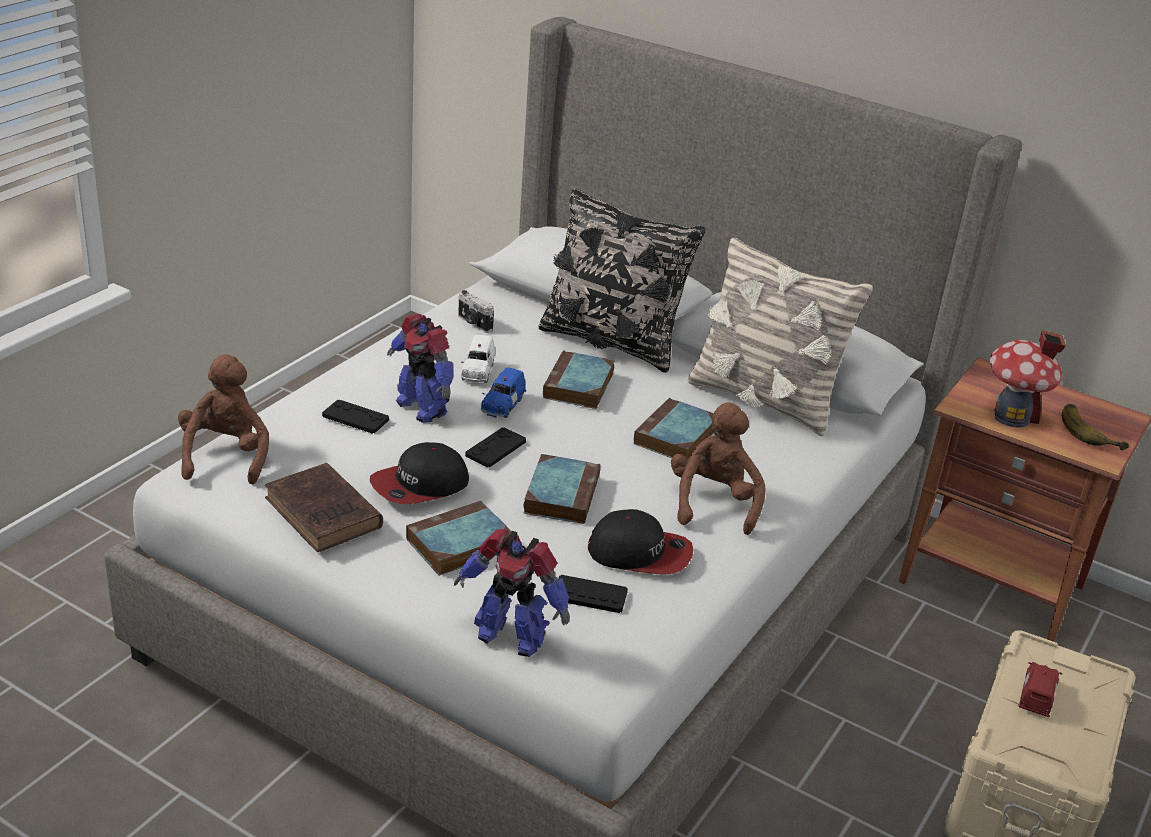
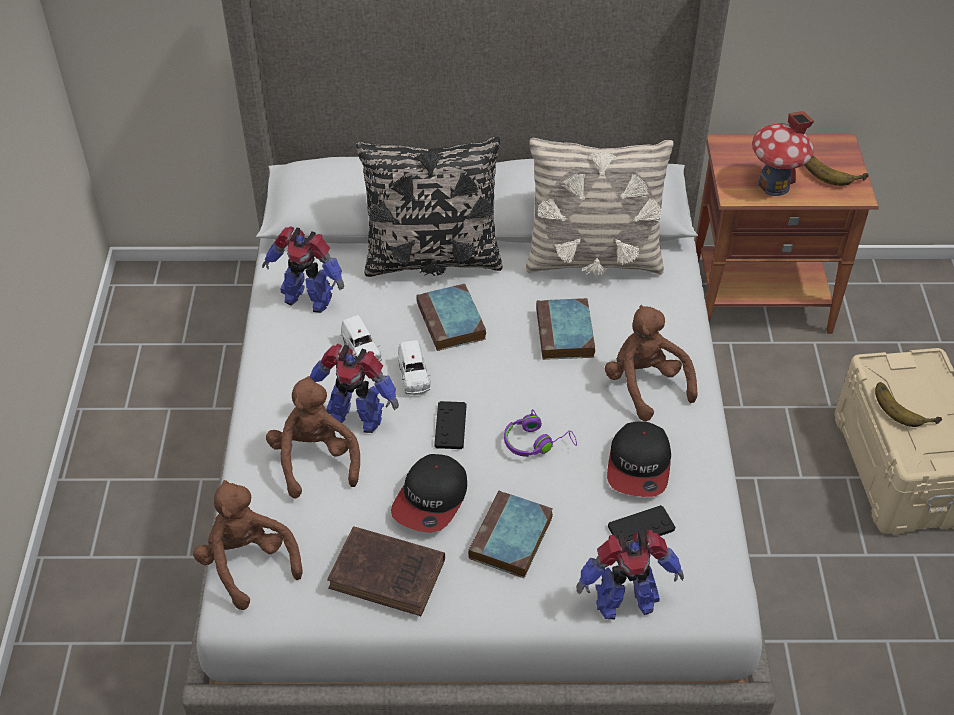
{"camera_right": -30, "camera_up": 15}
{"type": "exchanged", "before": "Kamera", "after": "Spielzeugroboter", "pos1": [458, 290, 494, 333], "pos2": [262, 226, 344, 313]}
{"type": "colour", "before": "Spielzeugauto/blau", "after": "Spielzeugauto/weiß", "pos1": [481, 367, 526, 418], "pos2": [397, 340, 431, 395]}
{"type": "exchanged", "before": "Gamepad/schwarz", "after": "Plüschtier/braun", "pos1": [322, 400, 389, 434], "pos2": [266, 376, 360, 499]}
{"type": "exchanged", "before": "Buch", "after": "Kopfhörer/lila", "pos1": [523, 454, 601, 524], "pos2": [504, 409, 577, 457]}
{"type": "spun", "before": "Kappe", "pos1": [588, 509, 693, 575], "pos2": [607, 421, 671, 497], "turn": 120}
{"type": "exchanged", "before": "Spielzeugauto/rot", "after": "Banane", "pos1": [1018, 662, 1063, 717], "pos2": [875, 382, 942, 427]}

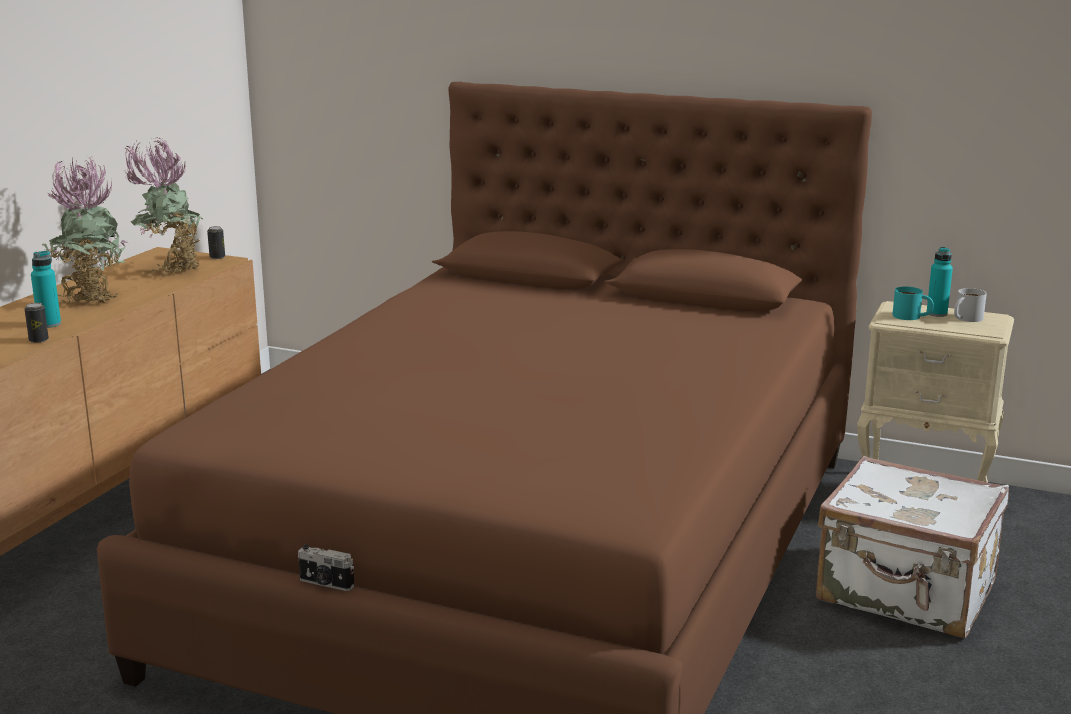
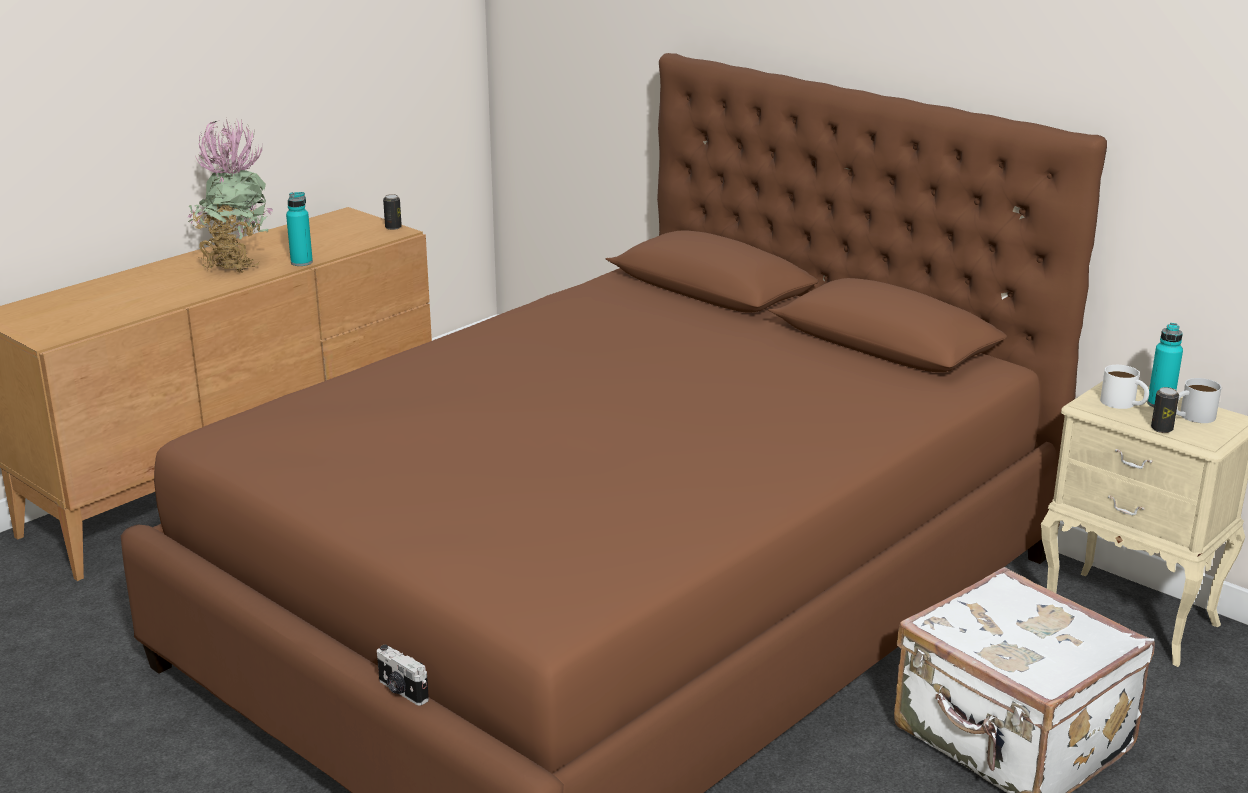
{"camera_right": 20, "camera_up": 5}
{"type": "missing", "before": "Topfpflanze", "pos1": [124, 137, 203, 275]}
{"type": "relocated", "before": "Flasche/türkis", "pos1": [31, 251, 61, 328], "pos2": [286, 192, 313, 266]}
{"type": "colour", "before": "Henkelbecher/türkis", "after": "Henkelbecher/weiß", "pos1": [892, 287, 934, 320], "pos2": [1100, 365, 1149, 409]}
{"type": "relocated", "before": "Dose", "pos1": [25, 303, 49, 343], "pos2": [1151, 387, 1179, 433]}
{"type": "relocated", "before": "Kamera", "pos1": [298, 545, 354, 591], "pos2": [377, 645, 429, 705]}

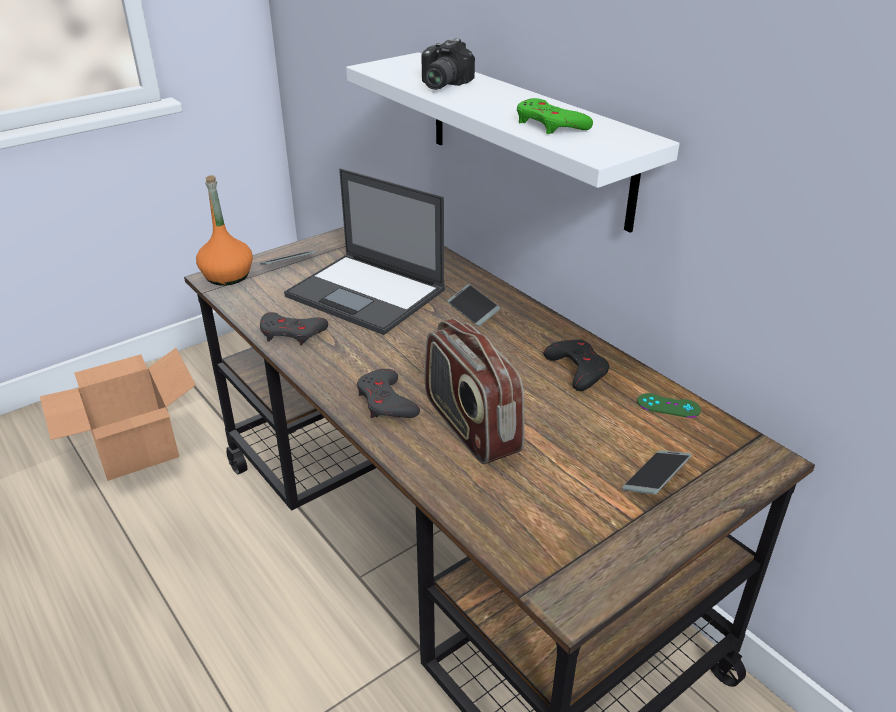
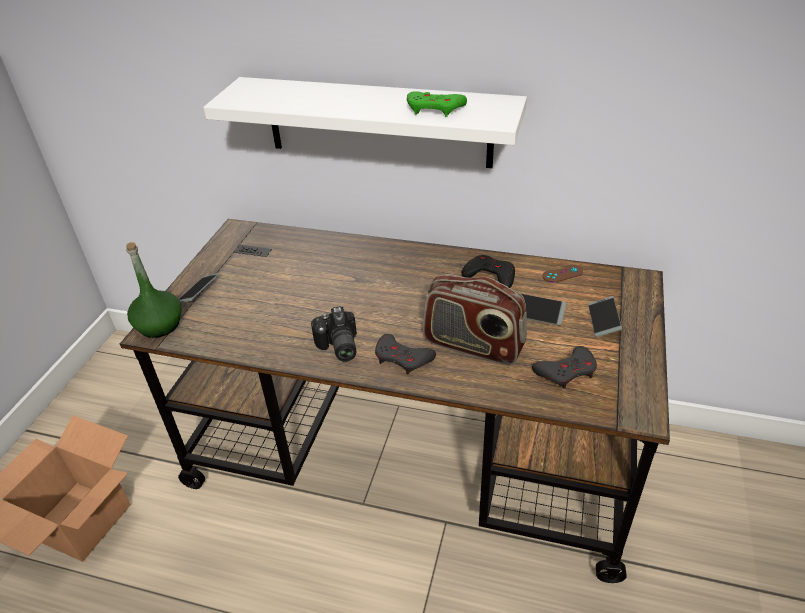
{"camera_right": -35, "camera_up": 5}
{"type": "relocated", "before": "Kamera", "pos1": [421, 38, 475, 90], "pos2": [311, 306, 357, 362]}
{"type": "missing", "before": "Laptop", "pos1": [284, 169, 445, 335]}
{"type": "colour", "before": "Flasche/orange", "after": "Flasche/grün", "pos1": [196, 175, 253, 286], "pos2": [126, 242, 182, 338]}
{"type": "relocated", "before": "Handy", "pos1": [448, 284, 500, 326], "pos2": [522, 294, 566, 325]}
{"type": "relocated", "before": "Gamepad/grau", "pos1": [260, 312, 328, 345], "pos2": [532, 346, 597, 389]}
{"type": "colour", "before": "Gamepad/grün", "after": "Gamepad/braun", "pos1": [637, 393, 701, 418], "pos2": [542, 265, 583, 283]}

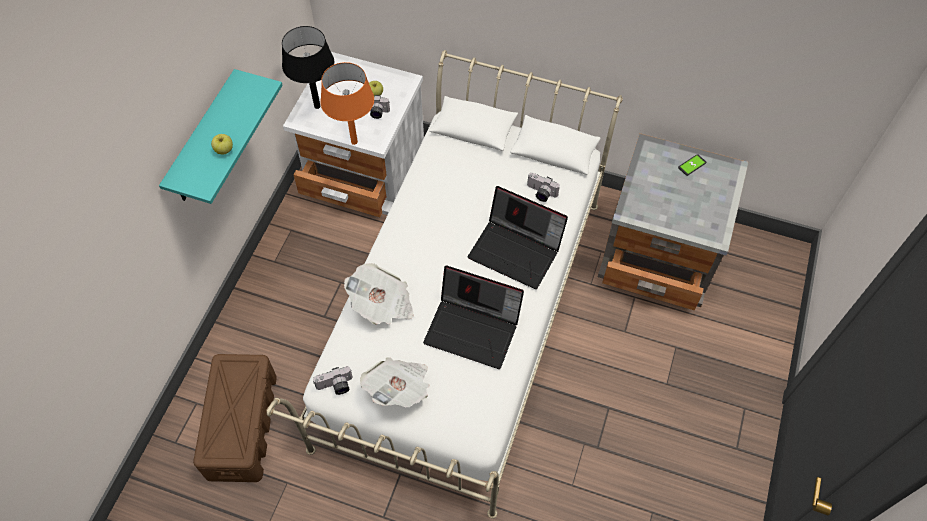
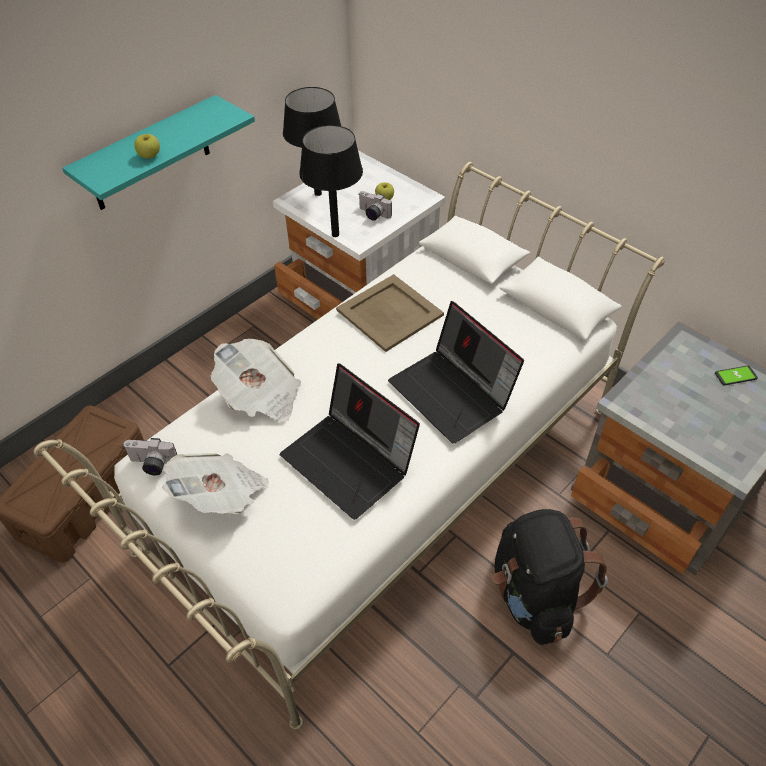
{"camera_right": 25, "camera_up": -10}
{"type": "colour", "before": "Tischlampe/orange", "after": "Tischlampe/schwarz", "pos1": [320, 62, 374, 145], "pos2": [299, 125, 363, 237]}
{"type": "missing", "before": "Kamera", "pos1": [527, 173, 560, 202]}
{"type": "appeared", "after": "Tablett/beige", "pos2": [336, 274, 444, 352]}
{"type": "appeared", "after": "Rucksack/schwarz", "pos2": [493, 509, 608, 645]}

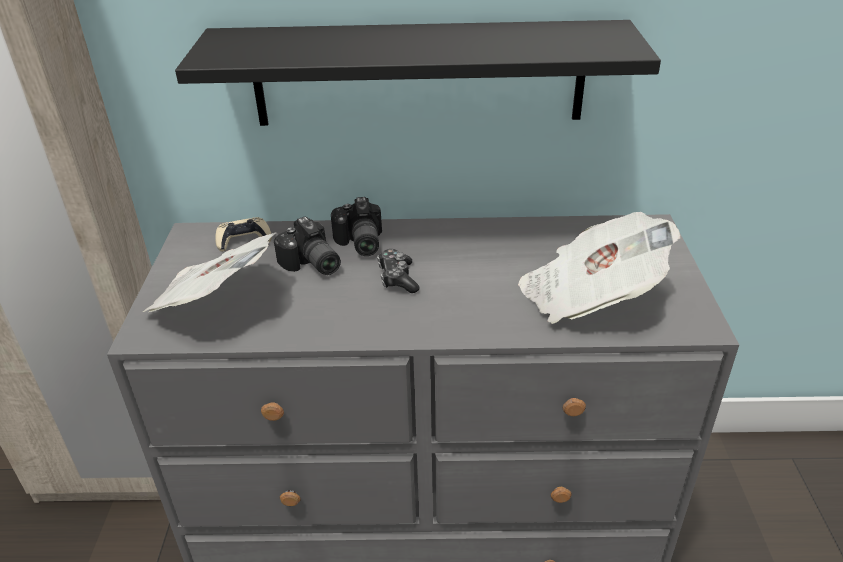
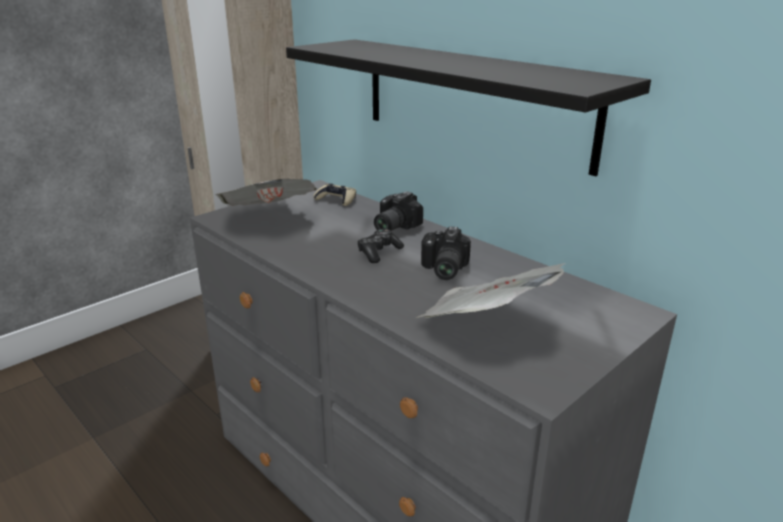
{"camera_right": 45, "camera_up": -10}
{"type": "relocated", "before": "Kamera", "pos1": [274, 217, 341, 275], "pos2": [421, 227, 471, 280]}

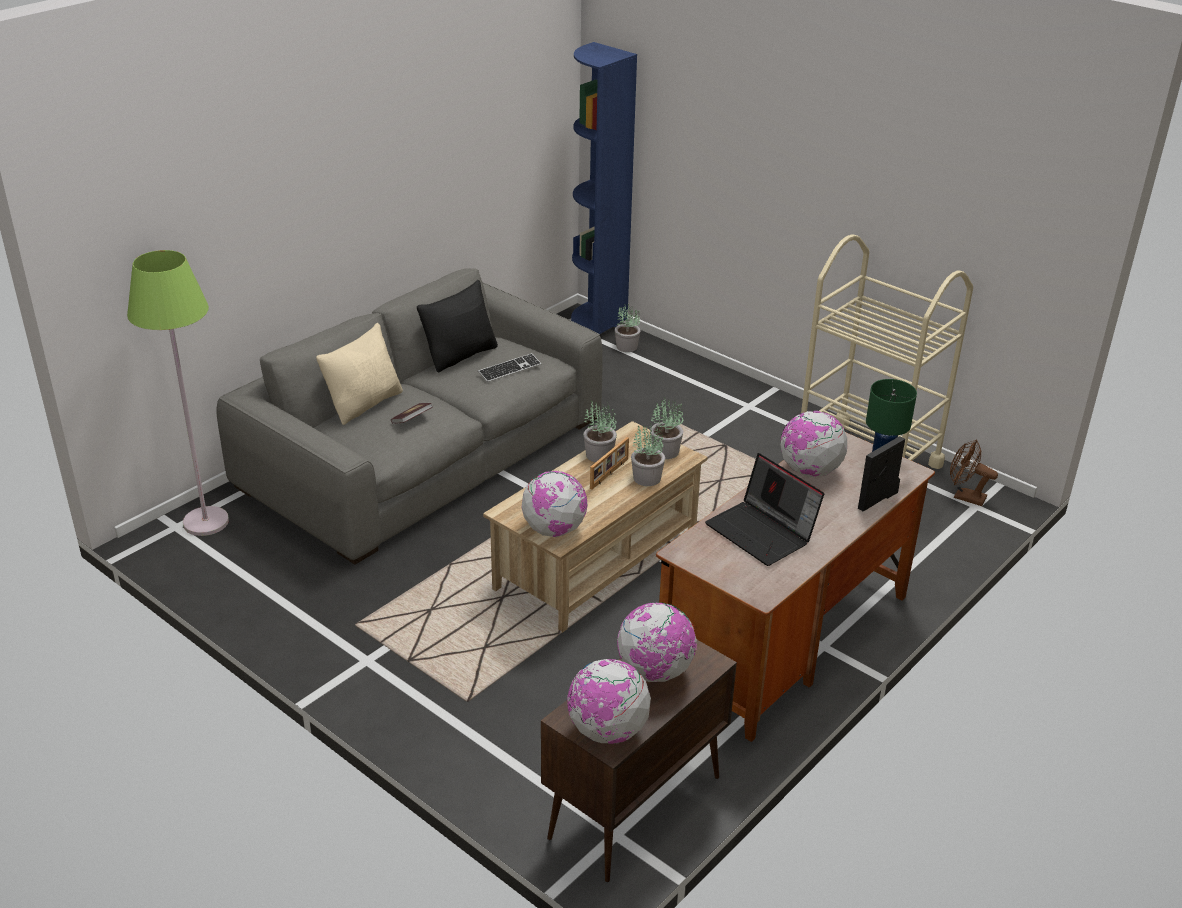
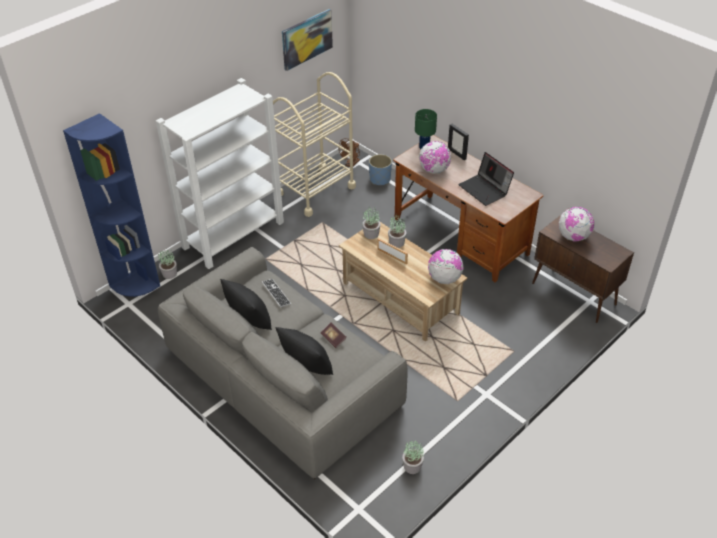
{"camera_right": -85, "camera_up": 10}
{"type": "missing", "before": "Stehlampe/grün", "pos1": [127, 250, 229, 536]}
{"type": "colour", "before": "Kissen/beige", "after": "Kissen/schwarz", "pos1": [316, 323, 403, 425], "pos2": [276, 327, 333, 375]}
{"type": "relocated", "before": "Topfpflanze", "pos1": [583, 401, 617, 462], "pos2": [402, 440, 424, 474]}
{"type": "spun", "before": "Laptop", "pos1": [705, 453, 824, 566], "pos2": [458, 152, 514, 206], "turn": 90}
{"type": "missing", "before": "Globus", "pos1": [567, 659, 651, 744]}
{"type": "appeared", "after": "Bild", "pos2": [282, 9, 333, 71]}
{"type": "appeared", "after": "Bücherregal/weiß", "pos2": [156, 78, 284, 269]}
{"type": "appeared", "after": "Pflanzkübel/blau", "pos2": [369, 154, 392, 185]}

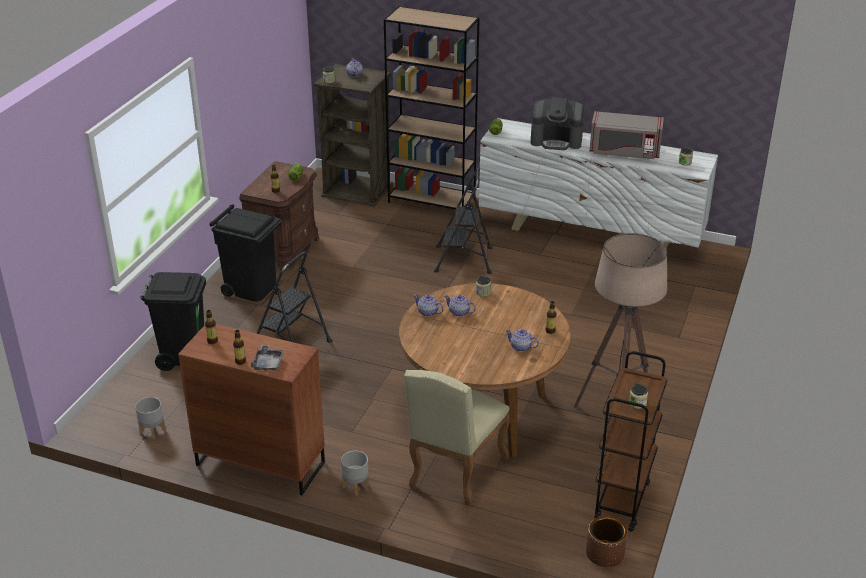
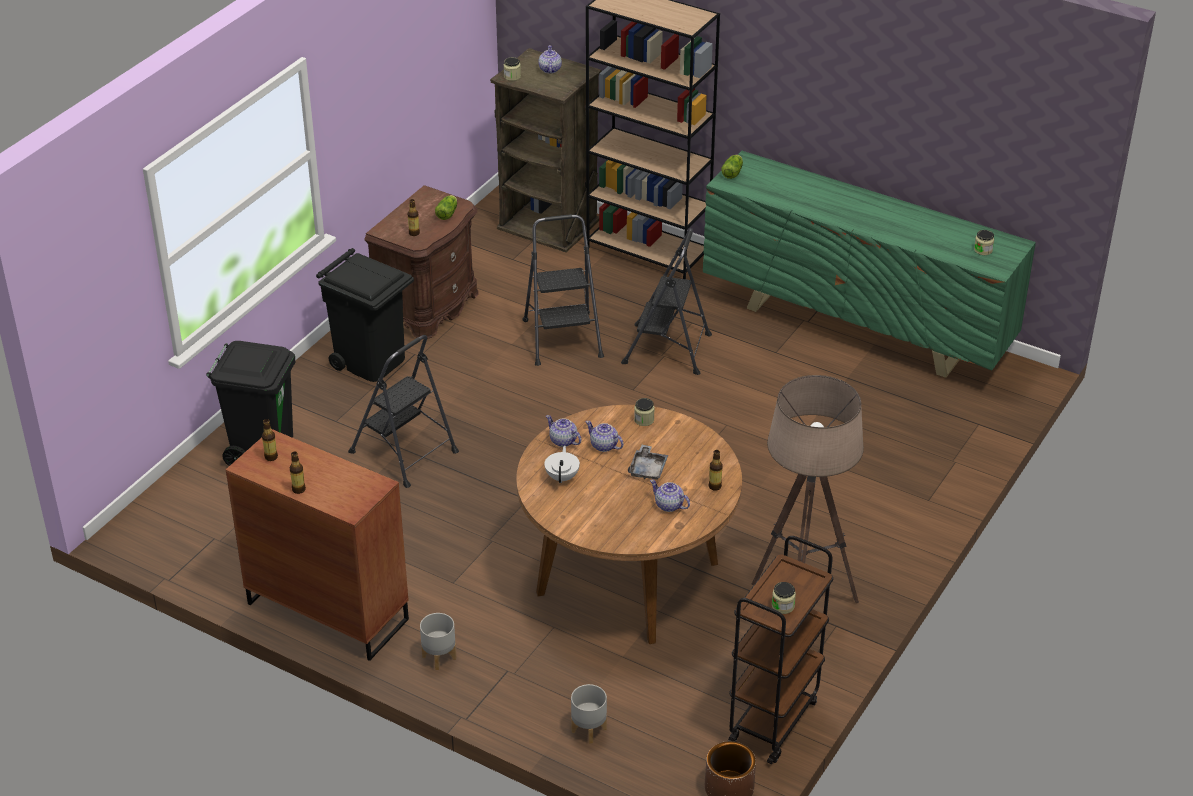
{"camera_right": 10, "camera_up": 5}
{"type": "missing", "before": "Kaffeemaschine", "pos1": [531, 97, 584, 150]}
{"type": "missing", "before": "Mikrowelle/grau", "pos1": [590, 111, 664, 159]}
{"type": "colour", "before": "Schrank/weiß", "after": "Schrank/grün", "pos1": [479, 118, 718, 249], "pos2": [703, 151, 1036, 378]}
{"type": "relocated", "before": "Tablett/grau", "pos1": [251, 345, 284, 371], "pos2": [628, 445, 668, 479]}
{"type": "missing", "before": "Stuhl/beige", "pos1": [404, 370, 510, 506]}
{"type": "relocated", "before": "Pflanzkübel/grau", "pos1": [135, 397, 165, 439], "pos2": [571, 684, 607, 744]}
{"type": "appeared", "after": "Trittleiter/schwarz", "pos2": [522, 214, 604, 366]}
{"type": "appeared", "after": "Teekanne/weiß", "pos2": [544, 446, 580, 483]}

